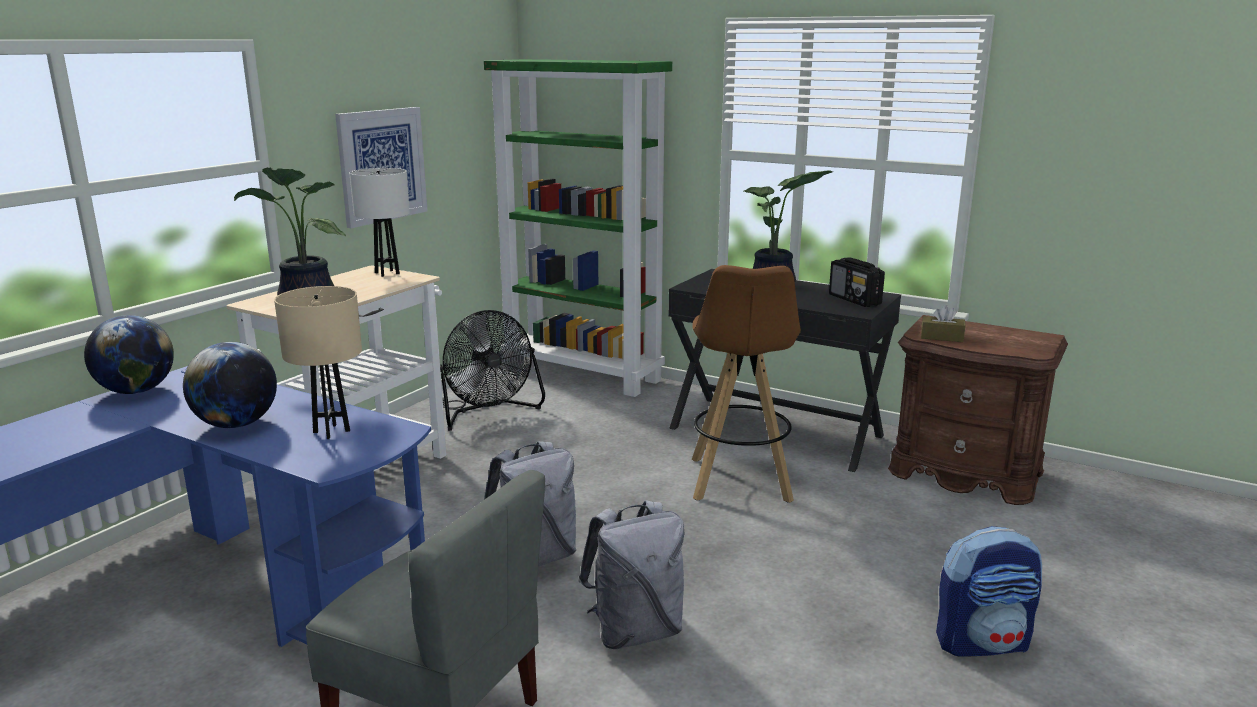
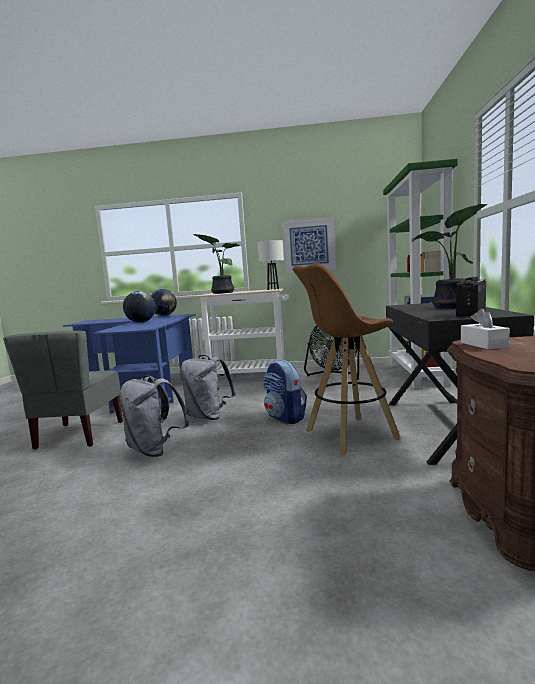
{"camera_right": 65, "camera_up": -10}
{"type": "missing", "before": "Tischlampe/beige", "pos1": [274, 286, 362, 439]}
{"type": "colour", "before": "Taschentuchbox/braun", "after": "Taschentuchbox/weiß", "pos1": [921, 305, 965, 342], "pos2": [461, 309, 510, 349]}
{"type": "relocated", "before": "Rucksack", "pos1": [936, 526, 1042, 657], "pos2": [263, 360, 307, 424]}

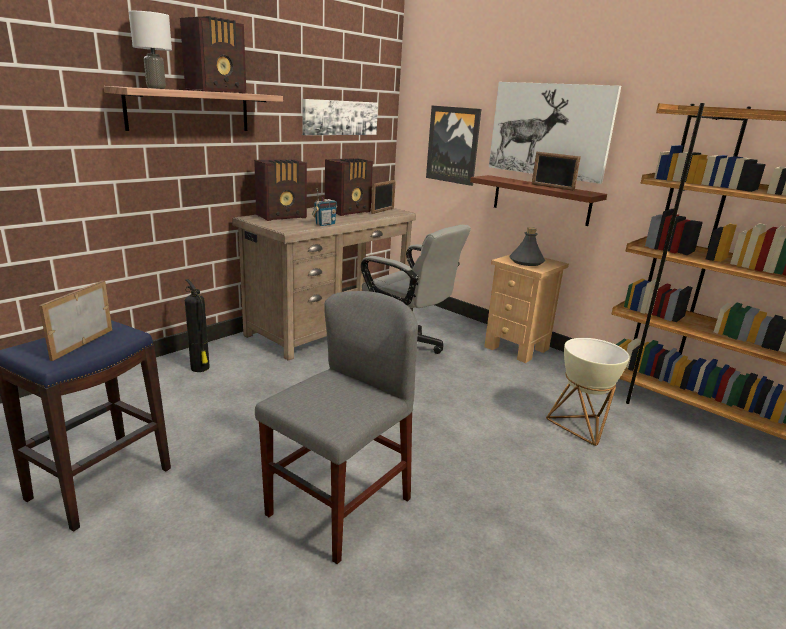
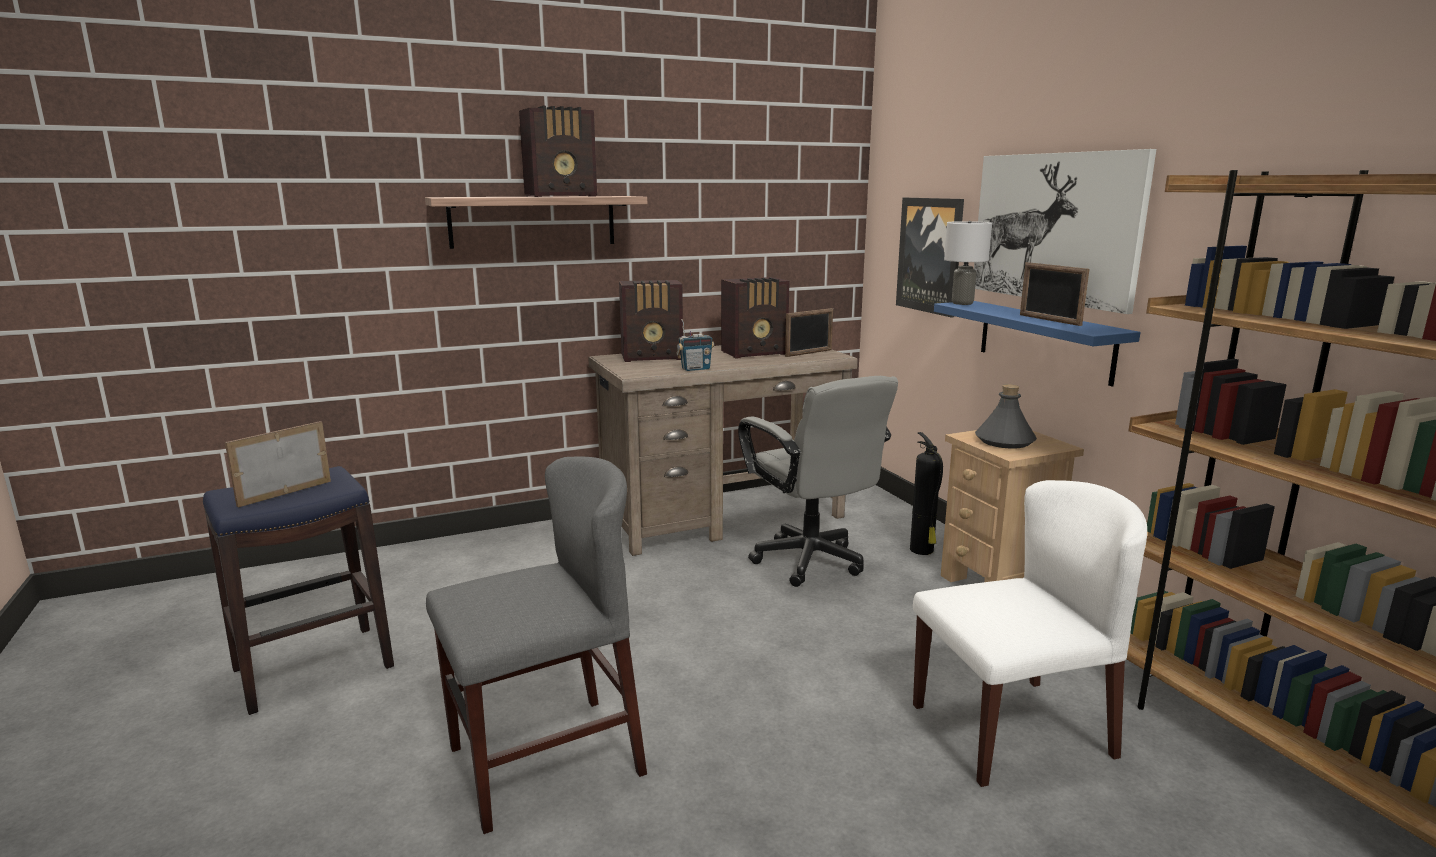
{"camera_right": 25, "camera_up": -5}
{"type": "relocated", "before": "Tischlampe/weiß", "pos1": [129, 11, 172, 89], "pos2": [944, 221, 992, 305]}
{"type": "missing", "before": "Bild", "pos1": [302, 99, 378, 135]}
{"type": "colour", "before": "Wandregal/braun", "after": "Wandregal/blau", "pos1": [470, 175, 607, 226], "pos2": [934, 301, 1141, 386]}
{"type": "relocated", "before": "Feuerlöscher", "pos1": [185, 279, 210, 372], "pos2": [910, 432, 943, 555]}
{"type": "exchanged", "before": "Pflanzkübel", "after": "Stuhl/weiß", "pos1": [546, 338, 630, 446], "pos2": [913, 480, 1147, 787]}

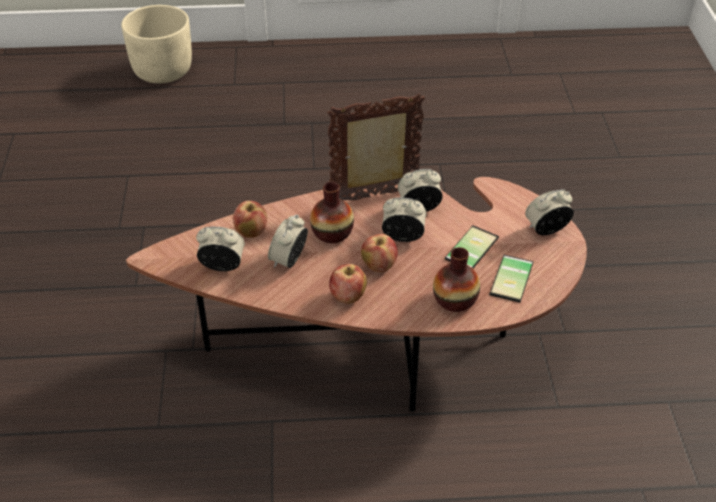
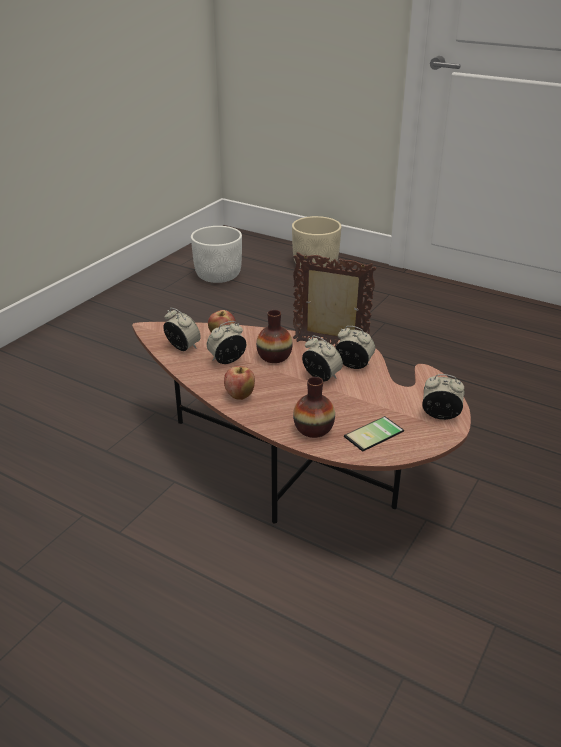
{"camera_right": 35, "camera_up": -10}
{"type": "missing", "before": "Handy", "pos1": [445, 226, 499, 269]}
{"type": "missing", "before": "Apfel", "pos1": [361, 234, 398, 273]}
{"type": "appeared", "after": "Pflanzkübel/weiß", "pos2": [191, 226, 242, 283]}

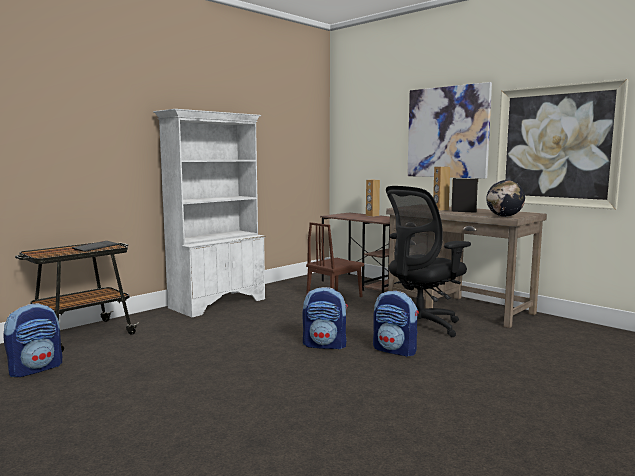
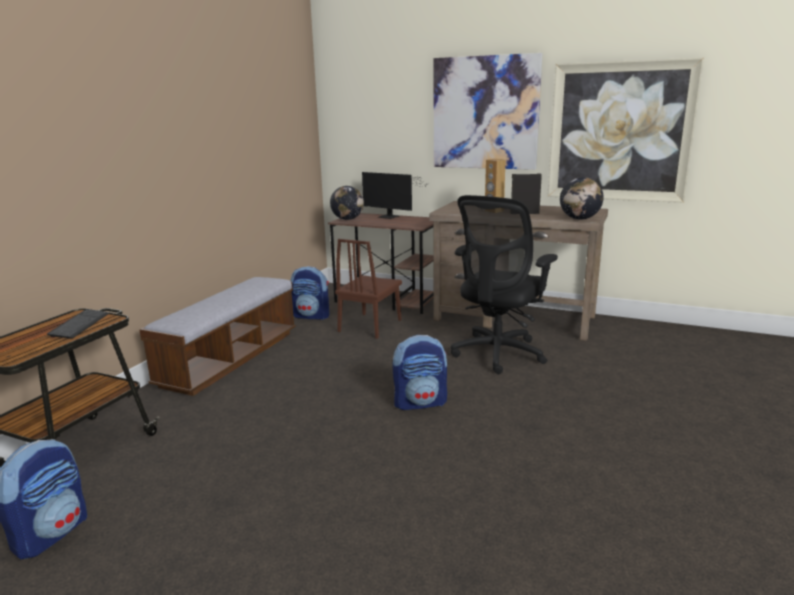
{"camera_right": -20, "camera_up": 10}
{"type": "exchanged", "before": "Bücherregal/weiß", "after": "Bank", "pos1": [153, 109, 266, 317], "pos2": [139, 277, 296, 396]}
{"type": "exchanged", "before": "Lautsprecher/braun", "after": "Monitor", "pos1": [366, 180, 380, 217], "pos2": [362, 172, 423, 219]}
{"type": "relocated", "before": "Rucksack", "pos1": [373, 291, 419, 357], "pos2": [290, 266, 330, 320]}
{"type": "appeared", "after": "Globus", "pos2": [330, 186, 364, 220]}

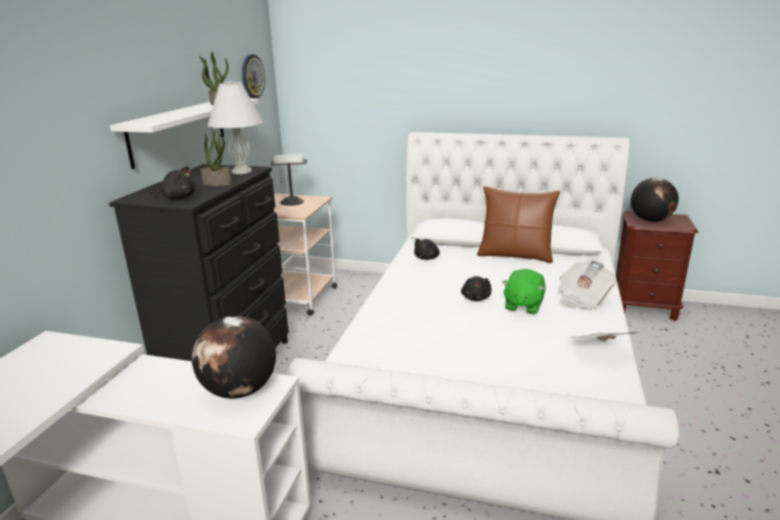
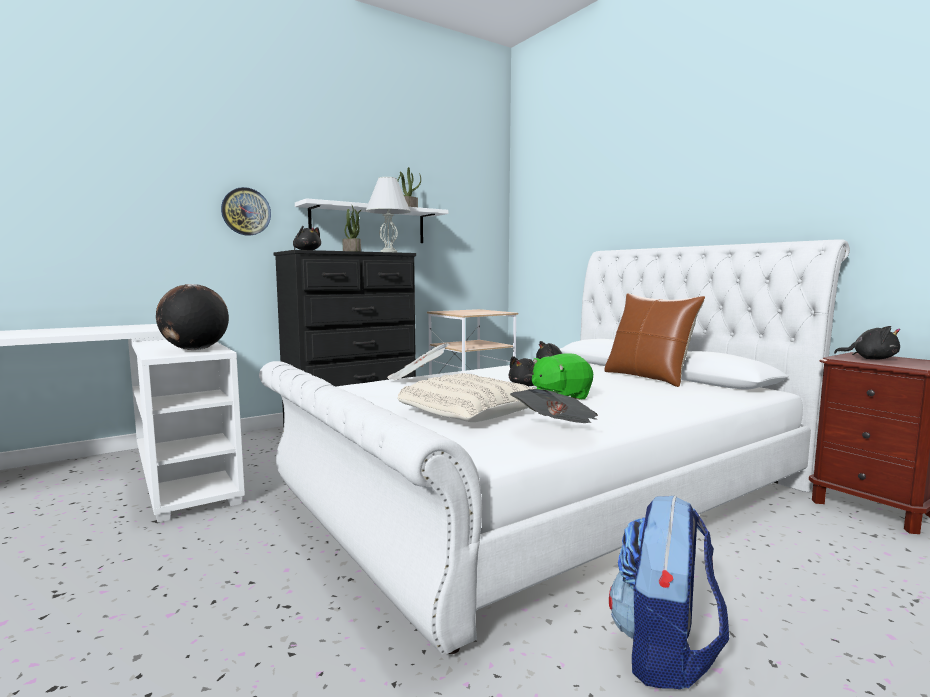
{"camera_right": 40, "camera_up": -15}
{"type": "relocated", "before": "Wanduhr", "pos1": [242, 54, 265, 99], "pos2": [221, 187, 271, 236]}
{"type": "missing", "before": "Tischlampe", "pos1": [271, 154, 307, 206]}
{"type": "exchanged", "before": "Globus", "after": "Plüschtier/schwarz", "pos1": [631, 178, 679, 222], "pos2": [834, 326, 900, 360]}
{"type": "relocated", "before": "Zeitung", "pos1": [558, 260, 617, 309], "pos2": [387, 343, 450, 380]}
{"type": "appeared", "after": "Kissen/beige", "pos2": [398, 373, 535, 422]}
{"type": "appeared", "after": "Rucksack", "pos2": [609, 495, 729, 689]}

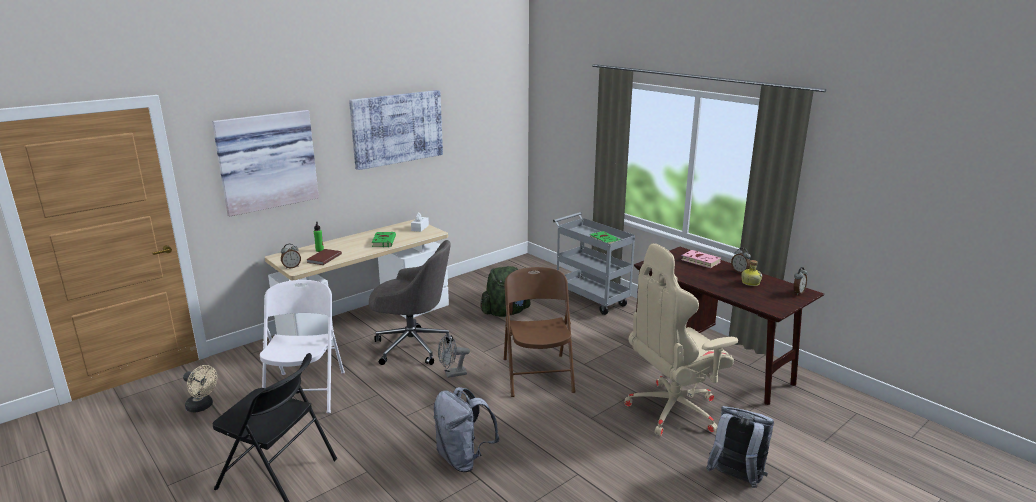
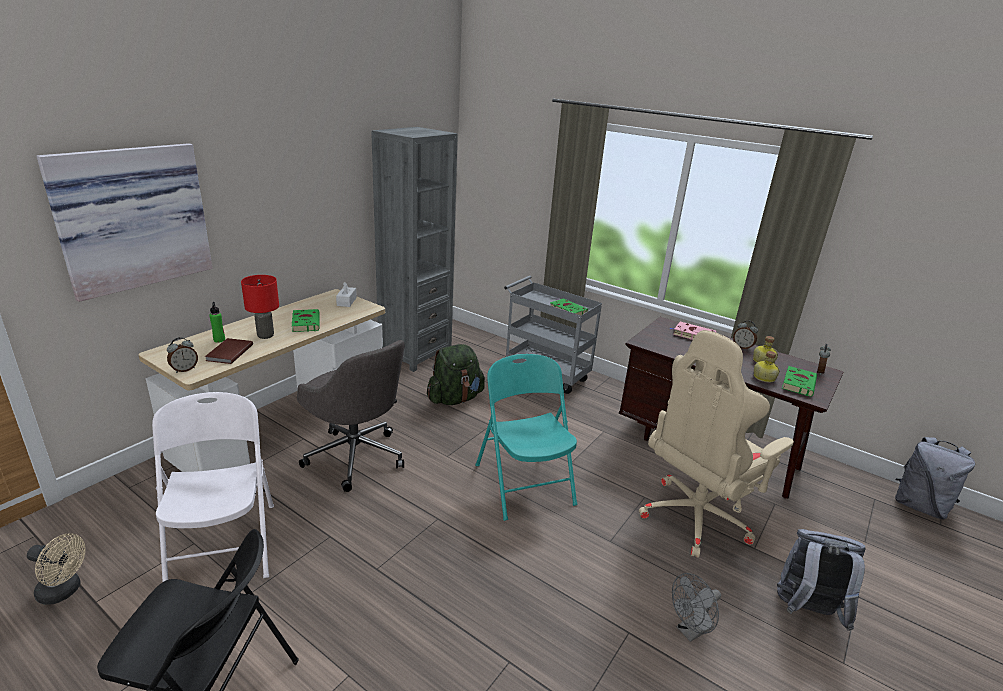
{"camera_right": -15, "camera_up": 5}
{"type": "missing", "before": "Bild", "pos1": [349, 90, 443, 170]}
{"type": "spun", "before": "Bürostuhl/grau", "pos1": [369, 240, 453, 365], "pos2": [297, 340, 404, 492], "turn": 45}
{"type": "colour", "before": "Stuhl/braun", "after": "Stuhl/türkis", "pos1": [503, 267, 576, 397], "pos2": [475, 354, 577, 521]}
{"type": "relocated", "before": "Ventilator/grau", "pos1": [438, 333, 470, 378], "pos2": [672, 573, 721, 642]}
{"type": "relocated", "before": "Rucksack/grau", "pos1": [434, 387, 500, 472], "pos2": [895, 437, 975, 519]}
{"type": "appeared", "after": "Bücherregal/grau", "pos2": [371, 127, 458, 372]}
{"type": "appeared", "after": "Tischlampe/rot", "pos2": [241, 275, 279, 339]}
{"type": "appeared", "after": "Flasche", "pos2": [754, 351, 780, 383]}
{"type": "appeared", "after": "Buch/grün", "pos2": [782, 366, 817, 397]}

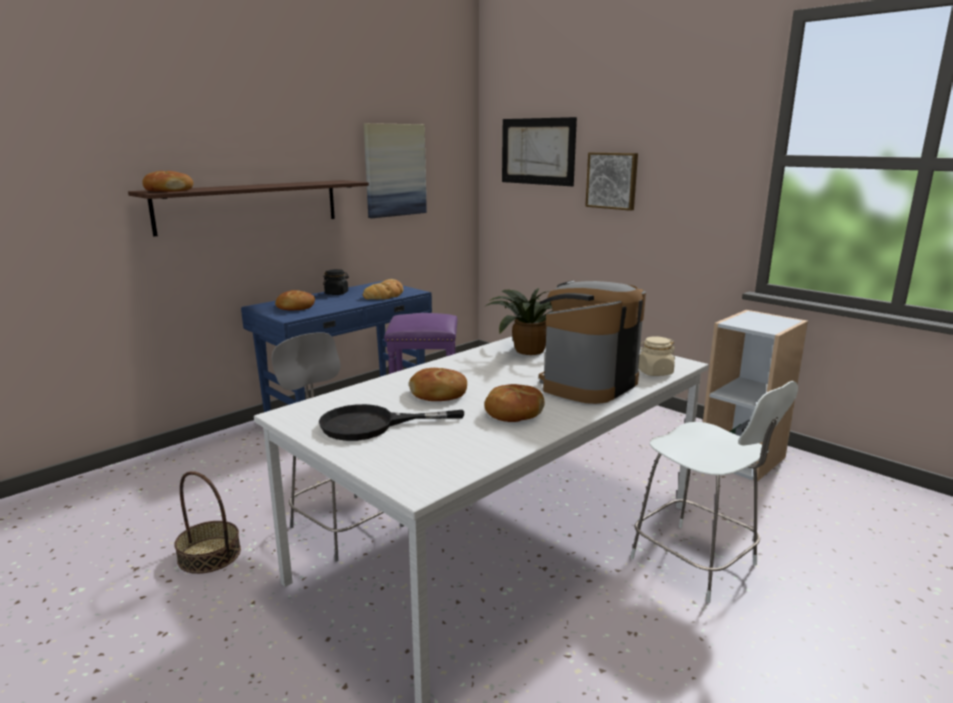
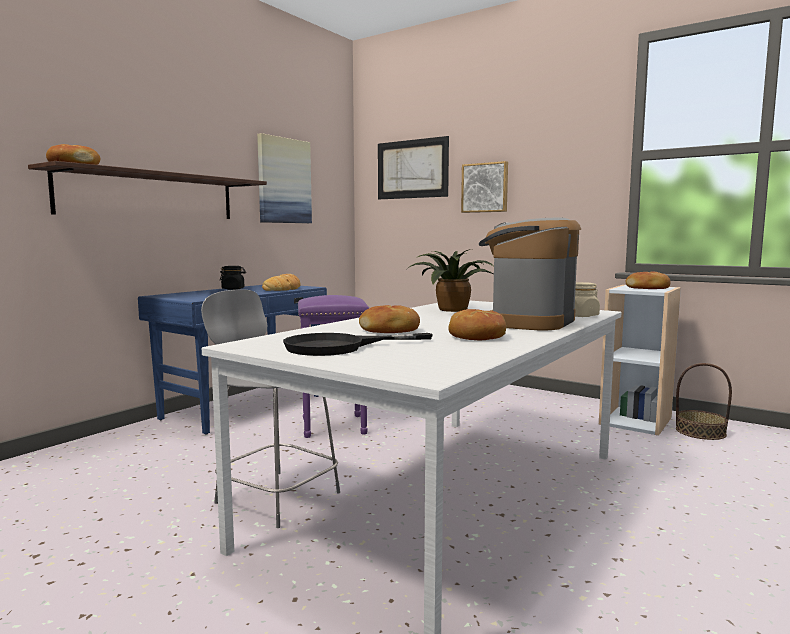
{"camera_right": -10, "camera_up": -10}
{"type": "relocated", "before": "Brot", "pos1": [275, 290, 315, 310], "pos2": [626, 271, 671, 289]}
{"type": "missing", "before": "Stuhl/weiß", "pos1": [630, 381, 798, 603]}
{"type": "relocated", "before": "Korb", "pos1": [174, 471, 241, 574], "pos2": [676, 363, 732, 440]}

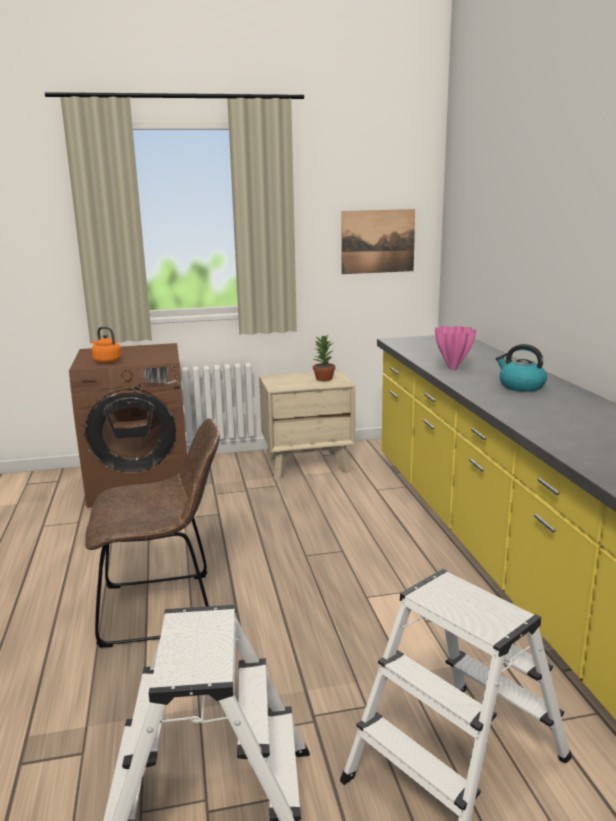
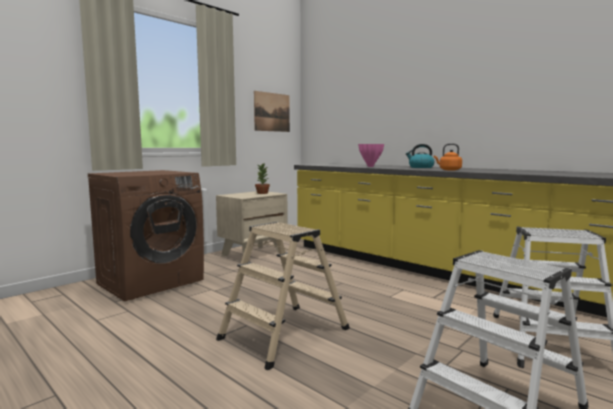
{"camera_right": -35, "camera_up": -10}
{"type": "relocated", "before": "Wasserkessel/orange", "pos1": [91, 327, 122, 363], "pos2": [434, 143, 462, 171]}
{"type": "exchanged", "before": "Stuhl/braun", "after": "Trittleiter/beige", "pos1": [85, 418, 220, 647], "pos2": [216, 222, 350, 370]}

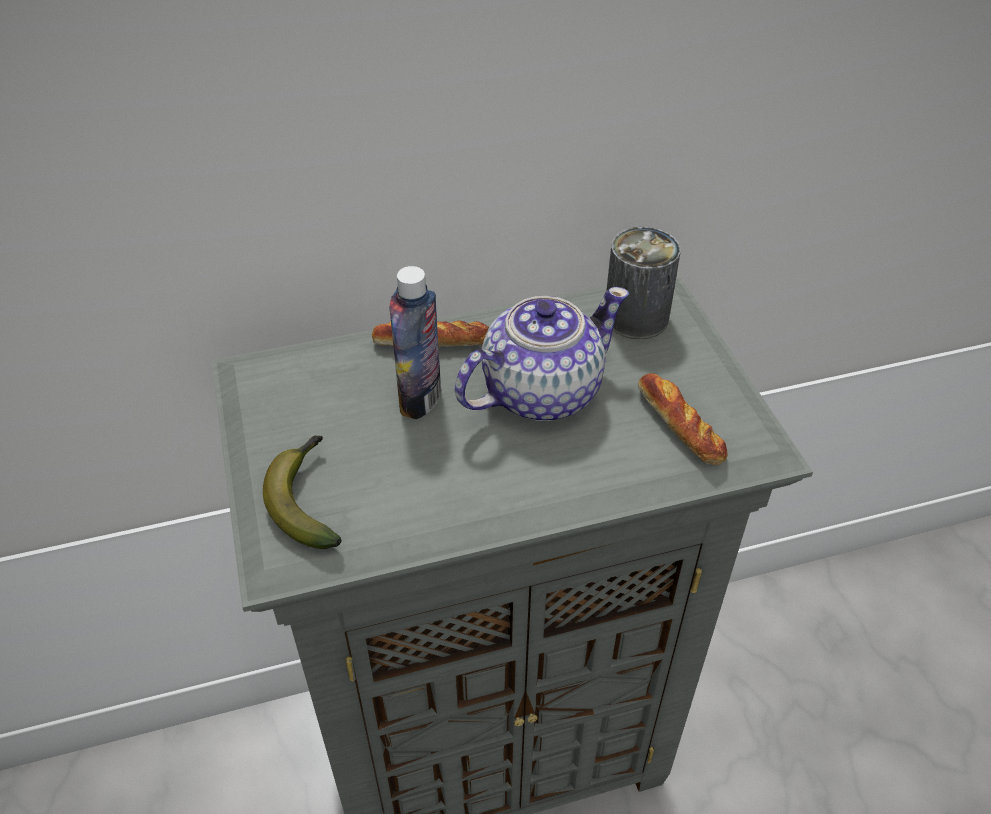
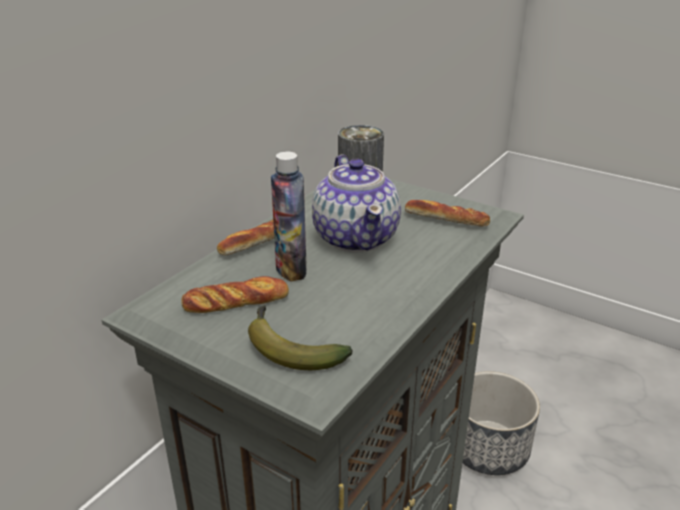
{"camera_right": -40, "camera_up": -15}
{"type": "spun", "before": "Teekanne", "pos1": [455, 287, 629, 421], "pos2": [312, 155, 401, 253], "turn": 150}
{"type": "appeared", "after": "Brot", "pos2": [181, 276, 289, 313]}
{"type": "appeared", "after": "Pflanzkübel", "pos2": [463, 371, 540, 475]}

